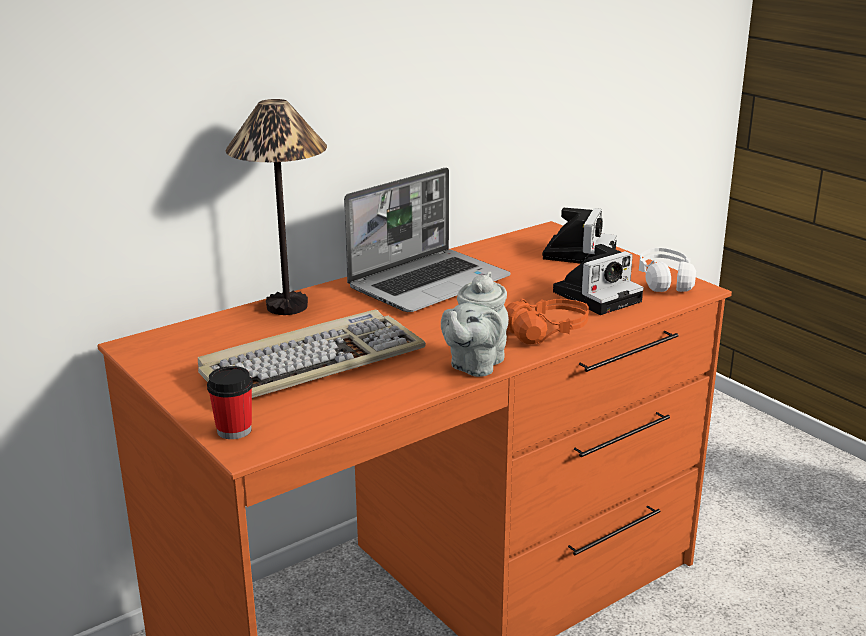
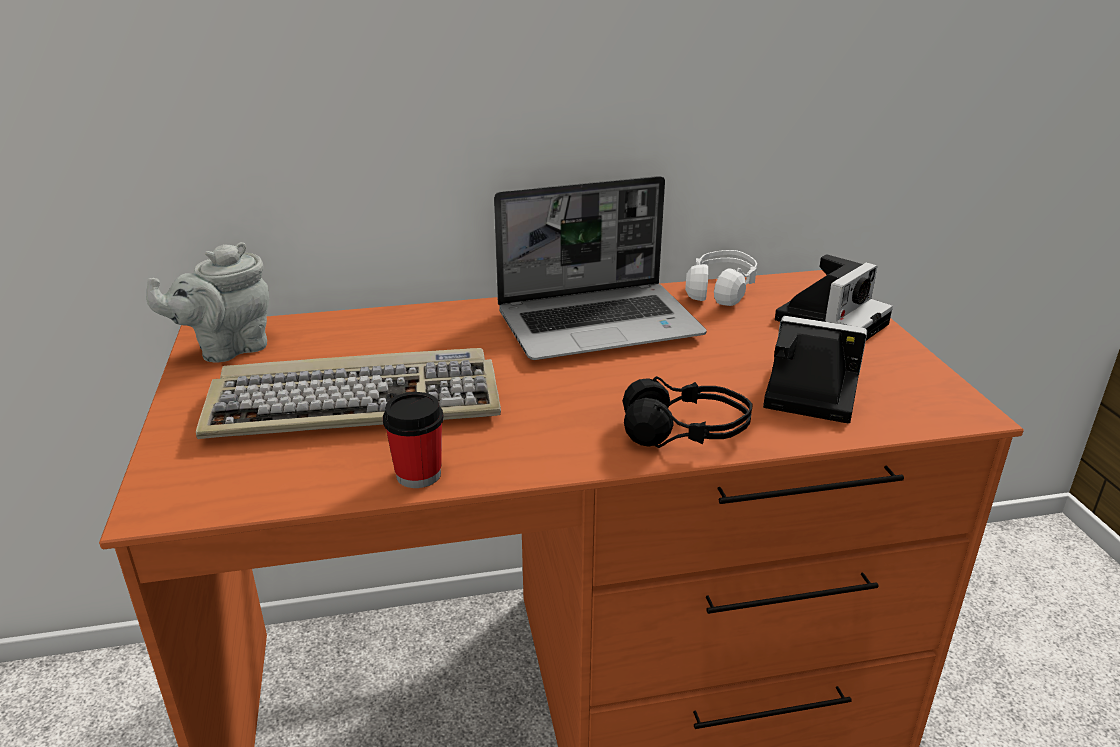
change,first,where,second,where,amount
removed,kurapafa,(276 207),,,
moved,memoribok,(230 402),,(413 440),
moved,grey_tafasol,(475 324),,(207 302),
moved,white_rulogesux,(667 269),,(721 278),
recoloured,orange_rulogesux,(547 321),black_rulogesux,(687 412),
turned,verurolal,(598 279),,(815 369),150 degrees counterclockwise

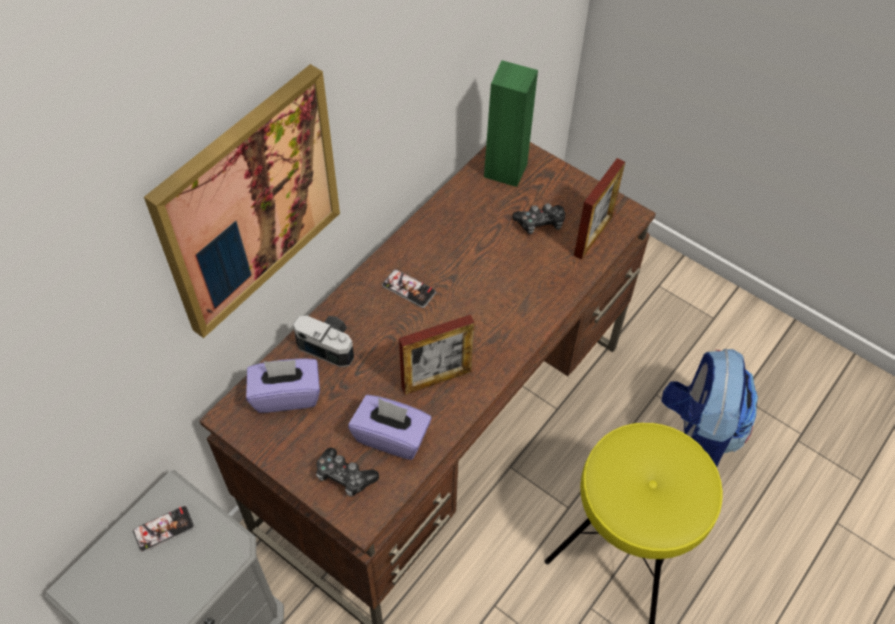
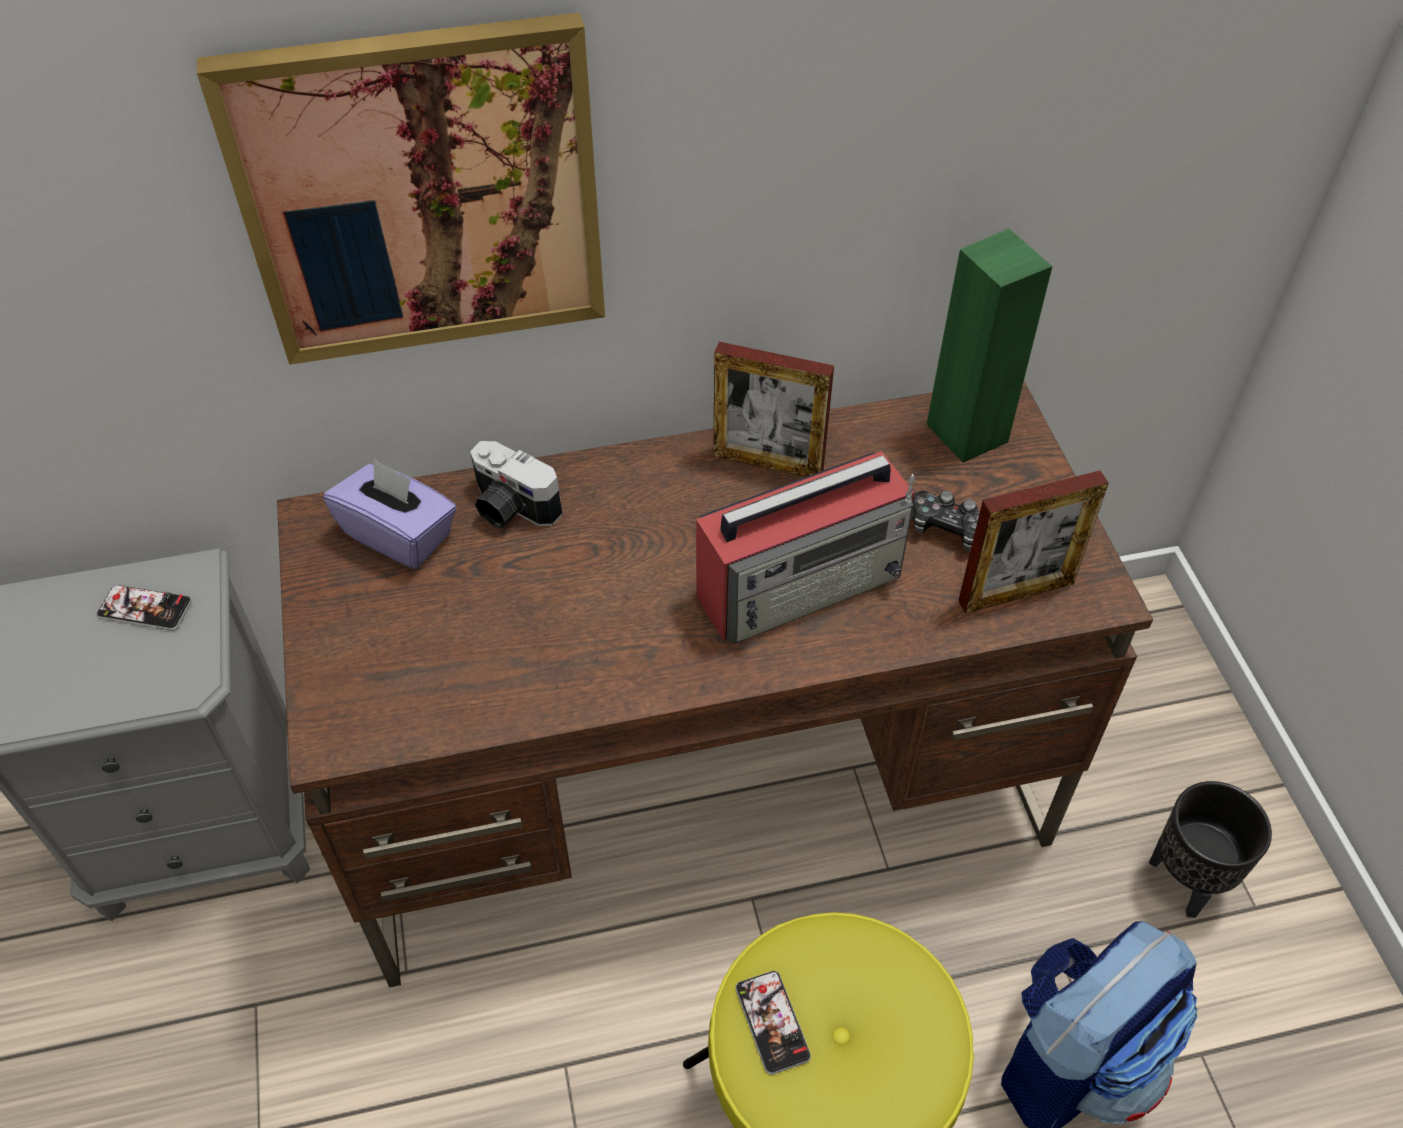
change,first,where,second,where,amount
removed,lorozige,(347 472),,,
removed,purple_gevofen,(390 427),,,
added,,,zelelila,(805 547),
added,,,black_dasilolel,(1210 849),
moved,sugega,(409 288),,(773 1023),
moved,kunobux,(437 355),,(773 409),
turned,verurolal,(323 341),,(516 484),150 degrees clockwise

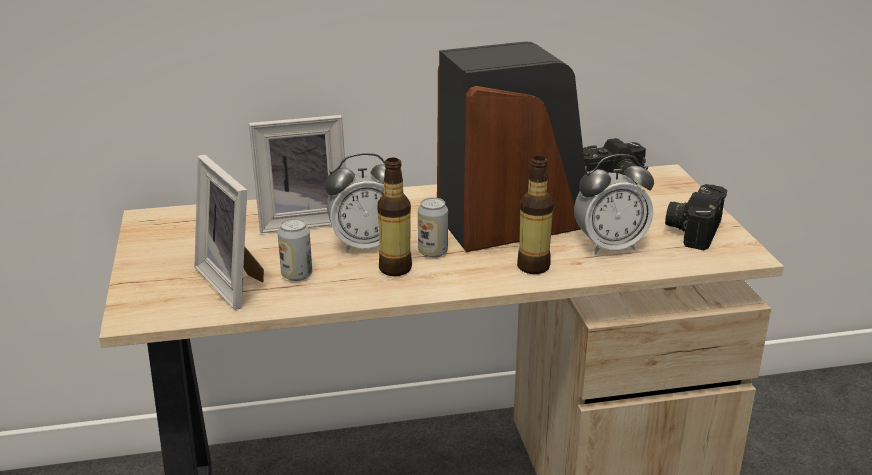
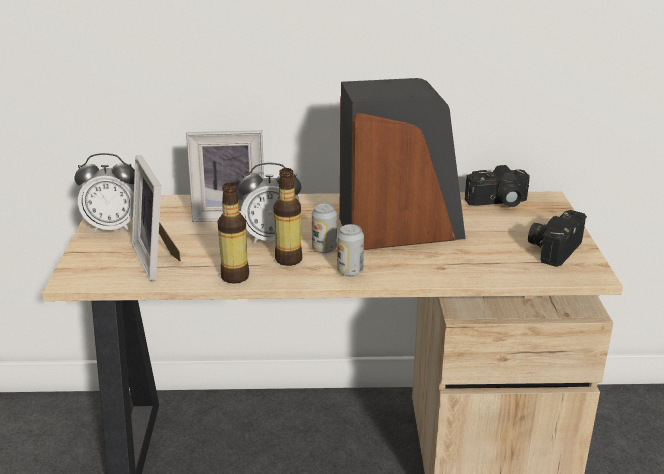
change,first,where,second,where,amount
moved,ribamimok,(295 249),,(350 250),
moved,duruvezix,(535 215),,(233 233),
moved,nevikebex,(614 204),,(104 192),

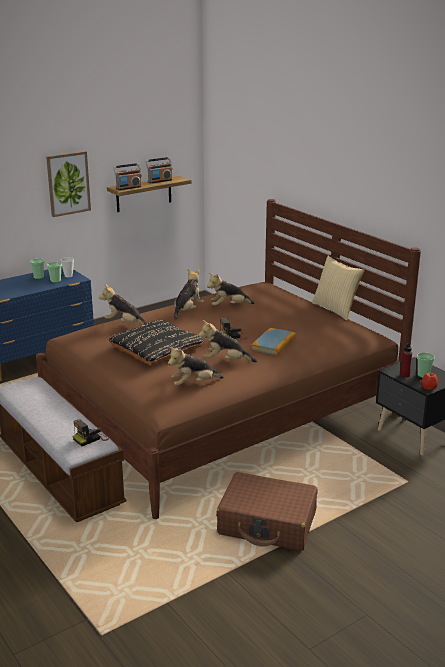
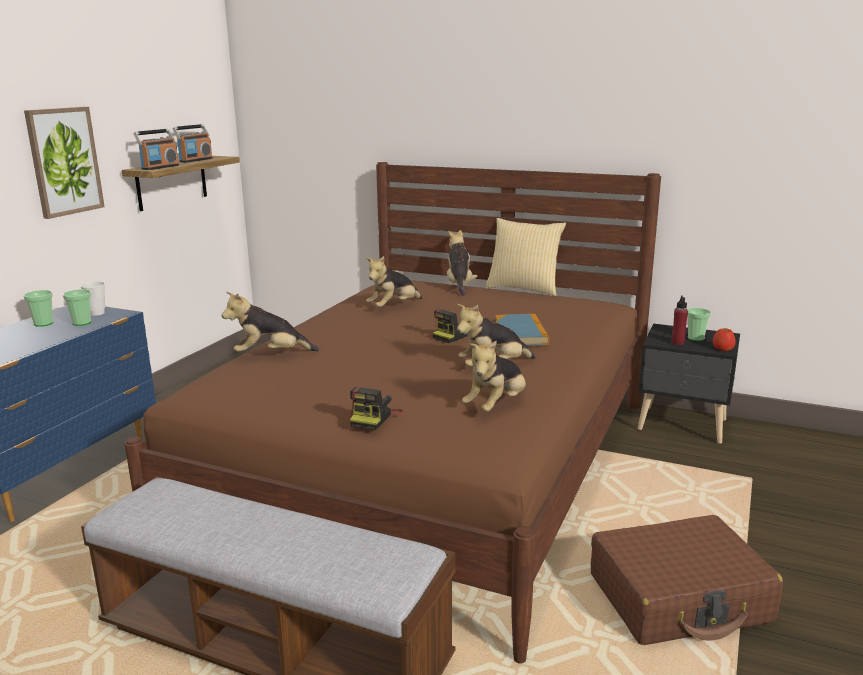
change,first,where,second,where,amount
removed,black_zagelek,(156 343),,,
moved,verurolal,(91 432),,(376 408),
moved,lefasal,(189 295),,(462 263),

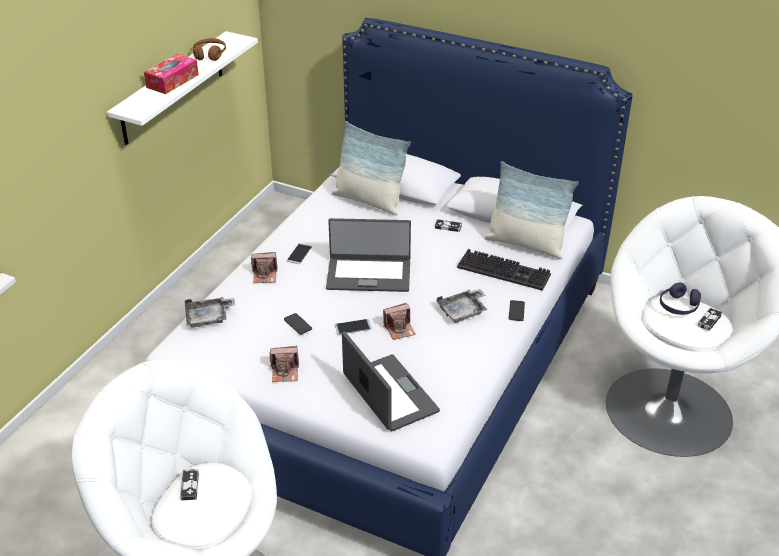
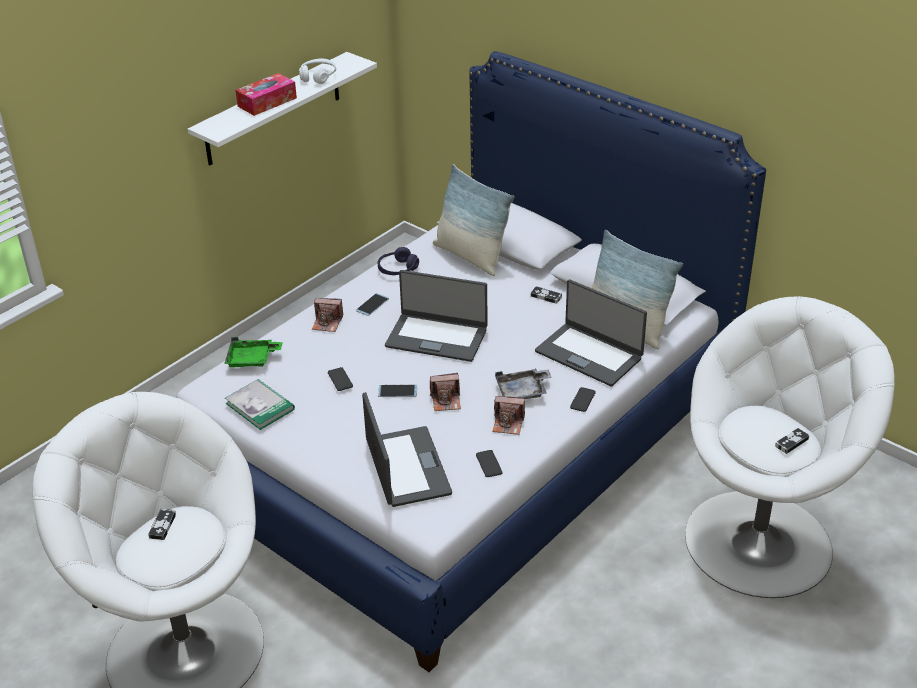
change,first,where,second,where,amount
added,,,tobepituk,(260 404),
added,,,sugega,(489 463),
moved,verurolal,(284 364),,(508 415),
moved,purple_rulogesux,(680 298),,(398 261),
replaced,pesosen,(504 270),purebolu,(591 333),
recoloured,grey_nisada,(210 312),green_nisada,(253 352),
recoloured,brown_rulogesux,(209 49),white_rulogesux,(317 71),

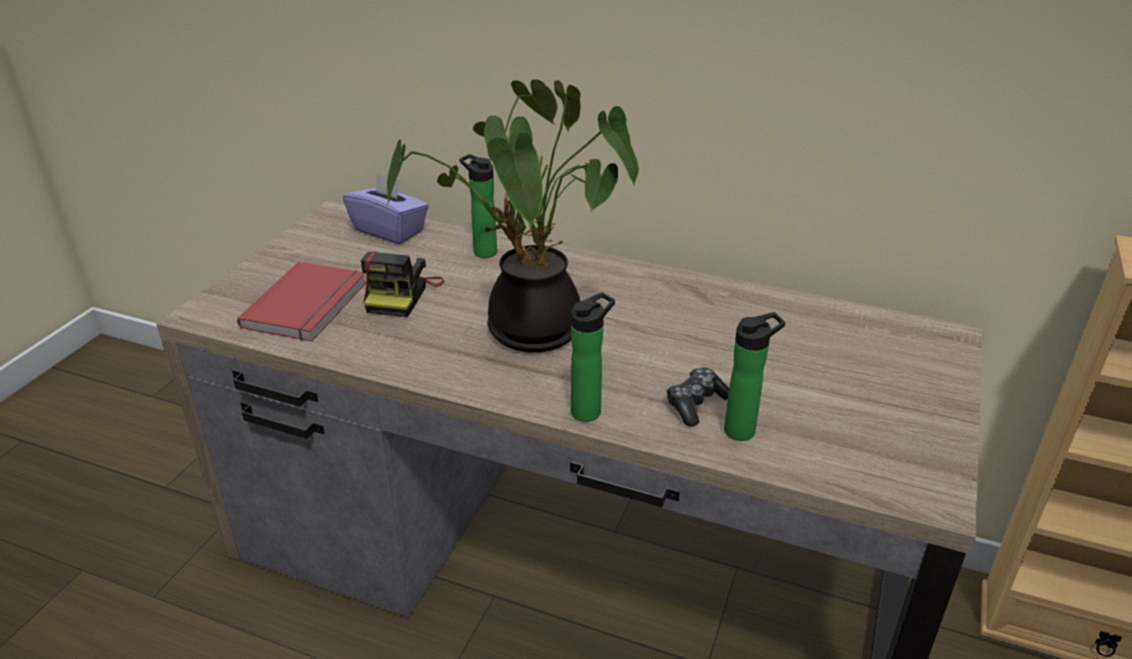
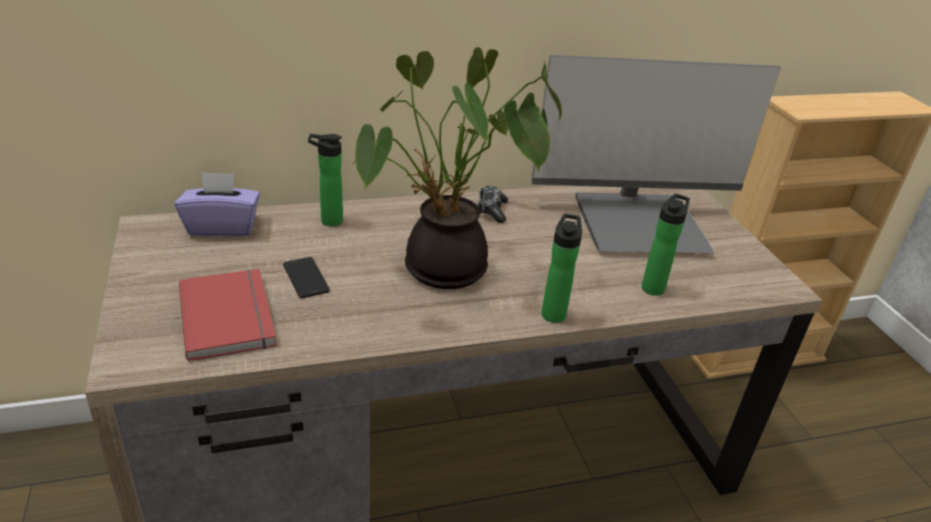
change,first,where,second,where,amount
added,,,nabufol,(656 154),
moved,lorozige,(697 397),,(492 204),
replaced,verurolal,(403 284),sugega,(306 277),

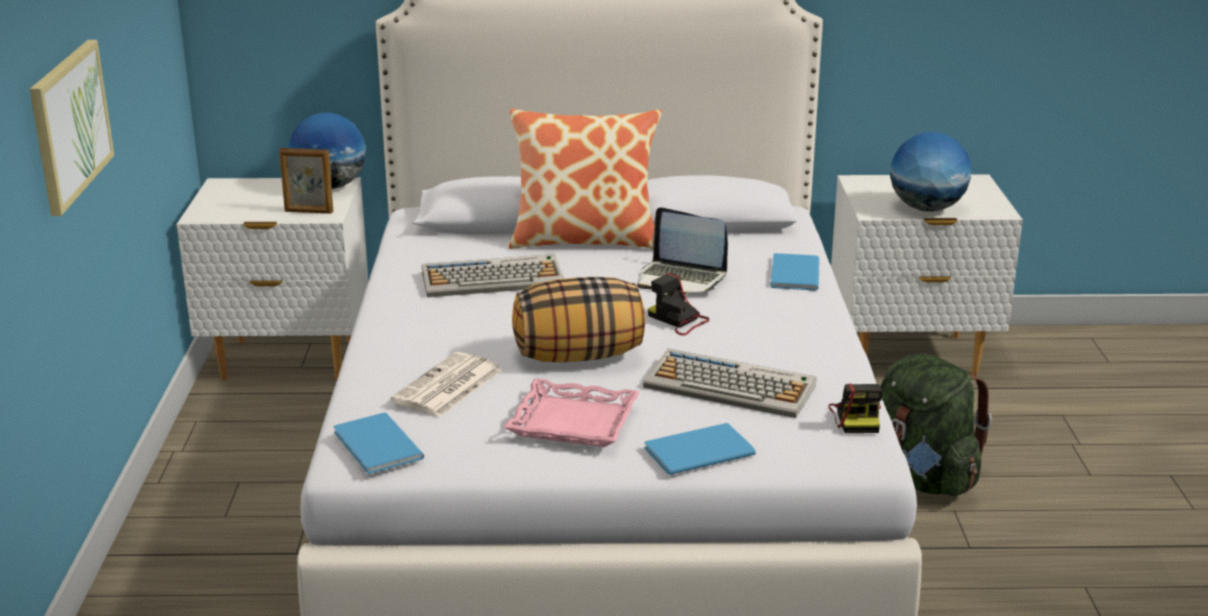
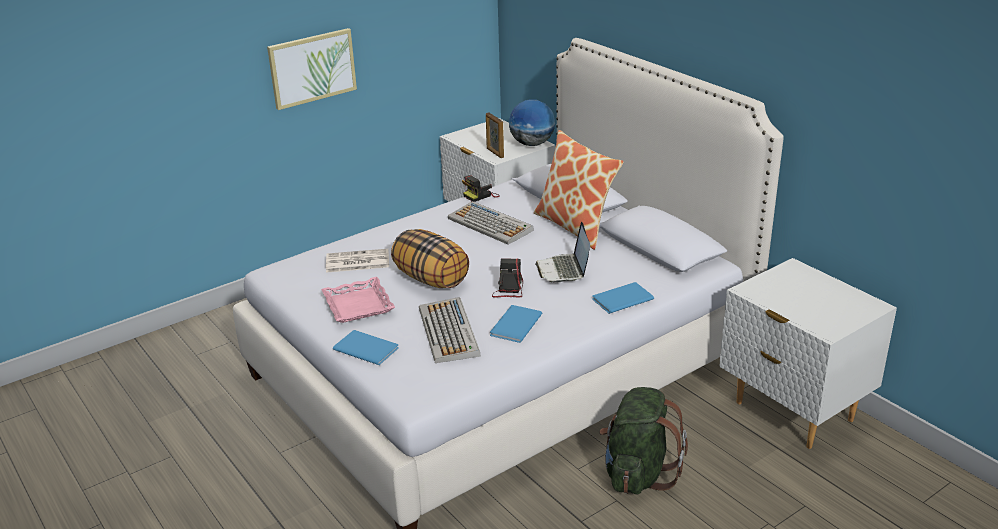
change,first,where,second,where,amount
removed,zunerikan,(930 172),,,
moved,blue_tobepituk,(379 443),,(516 324),
moved,verurolal,(855 408),,(481 188),

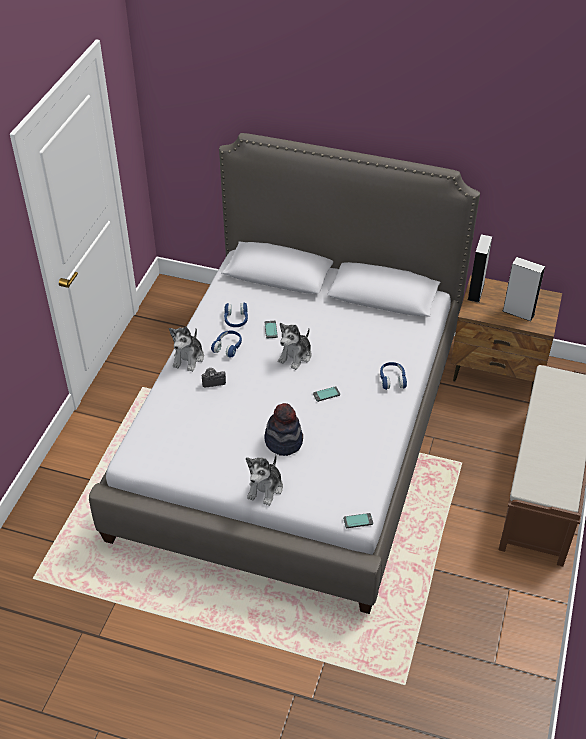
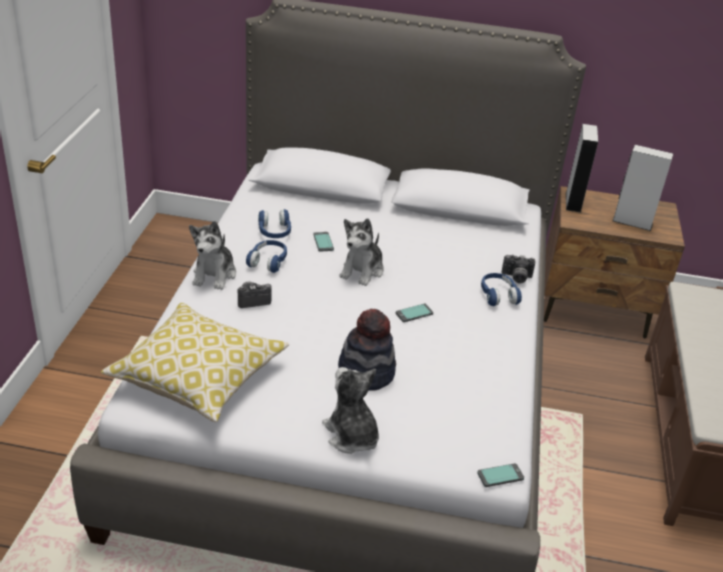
change,first,where,second,where,amount
added,,,zagelek,(195 362),
added,,,verurolal,(518 269),
turned,lefasal,(264 480),,(350 410),135 degrees clockwise

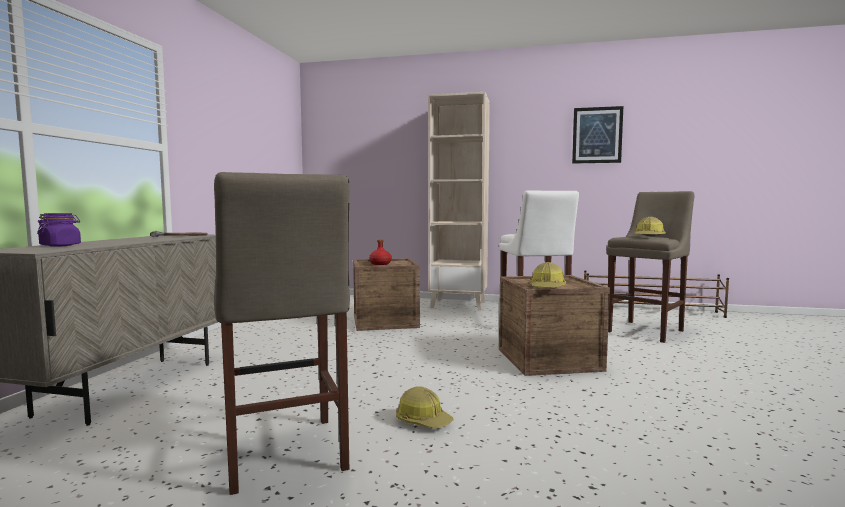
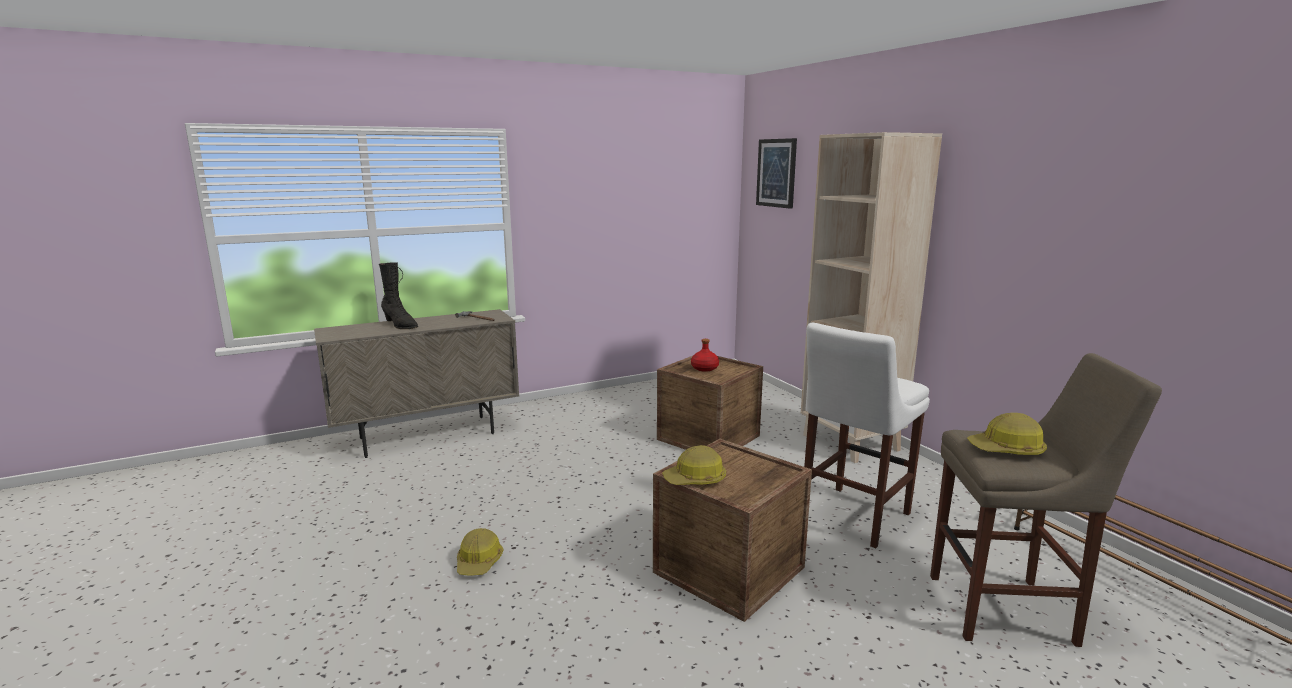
change,first,where,second,where,amount
removed,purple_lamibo,(59 230),,,
removed,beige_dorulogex,(282 333),,,
added,,,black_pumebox,(398 295),
moved,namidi,(597 135),,(776 173),

